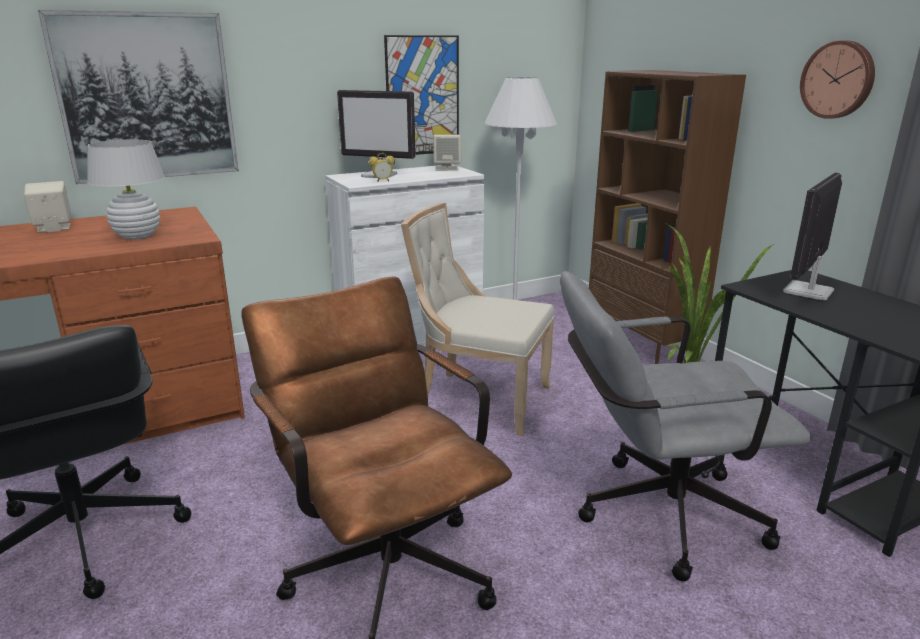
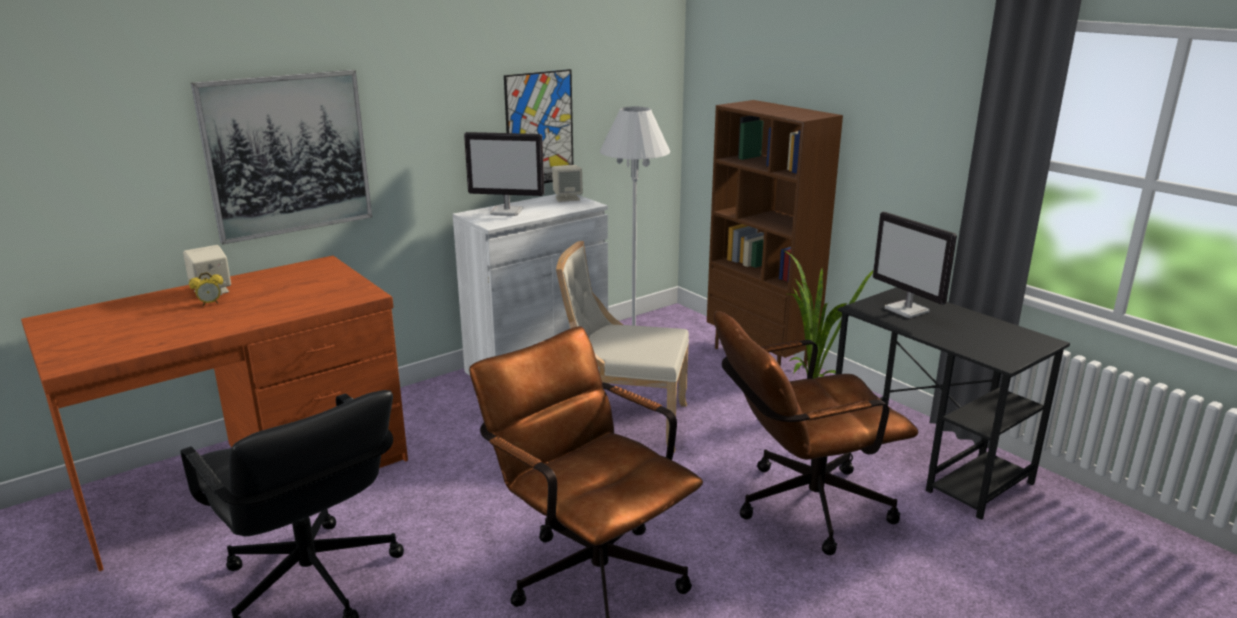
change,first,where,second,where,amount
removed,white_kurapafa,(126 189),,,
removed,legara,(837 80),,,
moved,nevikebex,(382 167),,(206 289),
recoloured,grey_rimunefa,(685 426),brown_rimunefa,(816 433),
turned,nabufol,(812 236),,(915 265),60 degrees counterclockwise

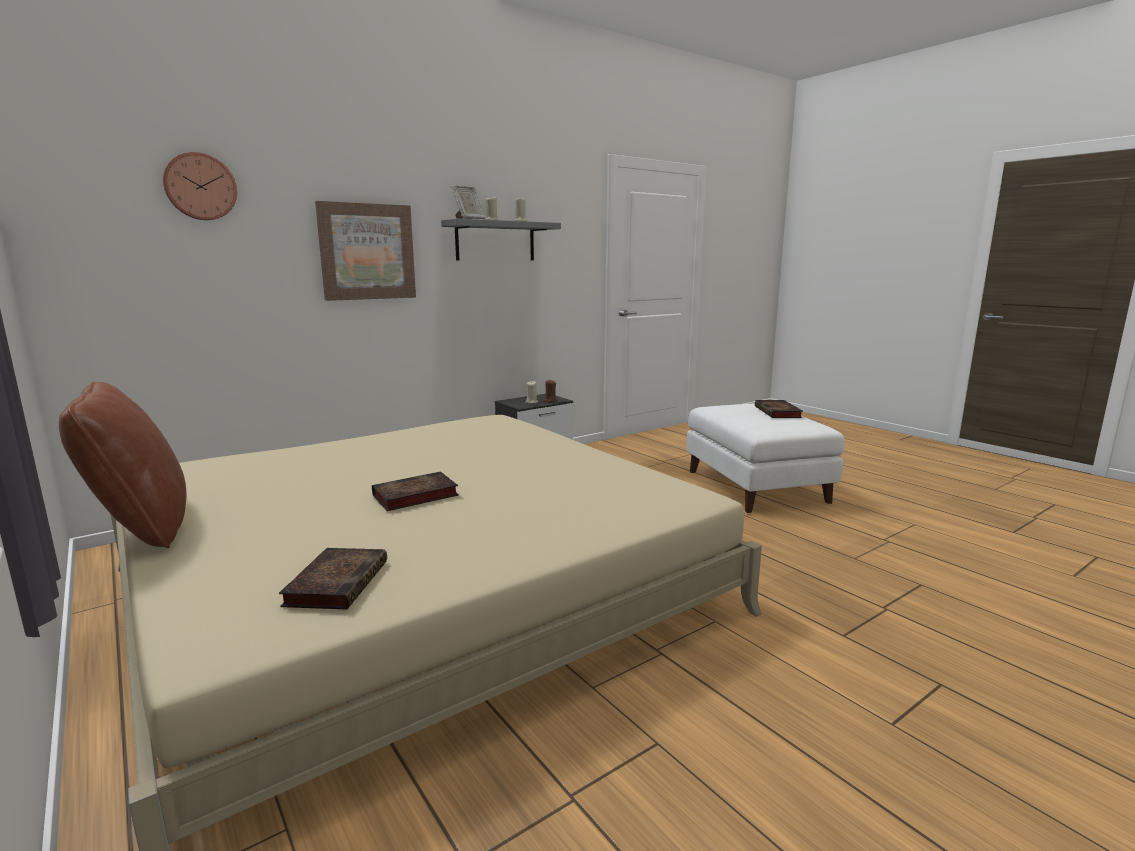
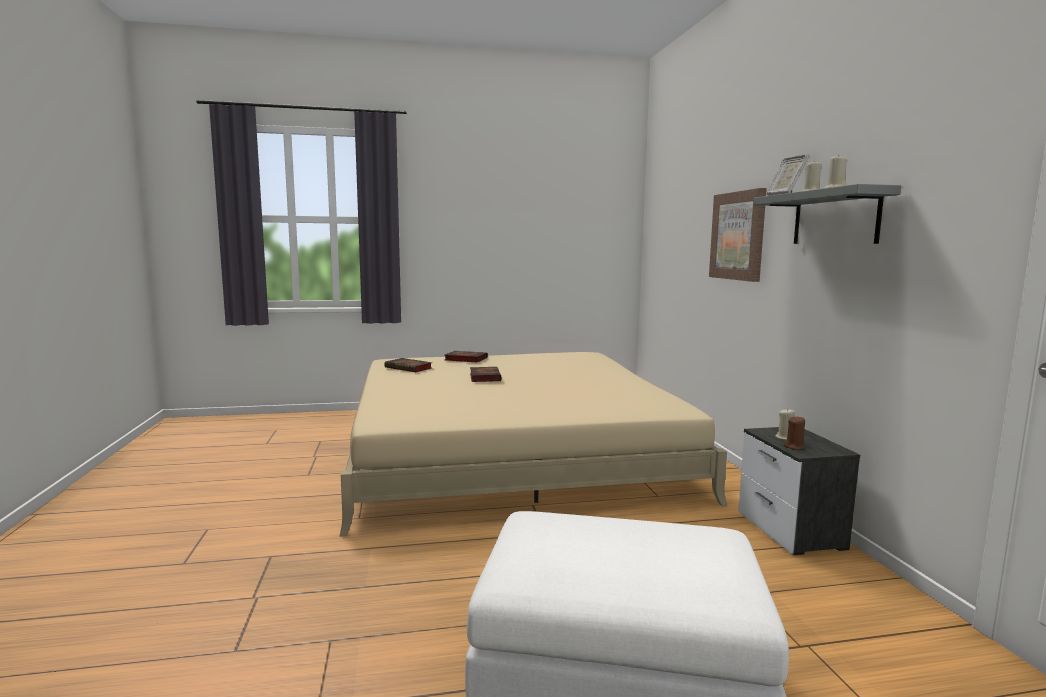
change,first,where,second,where,amount
removed,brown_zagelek,(123 465),,,
removed,legara,(200 186),,,
moved,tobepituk,(779 409),,(466 356),

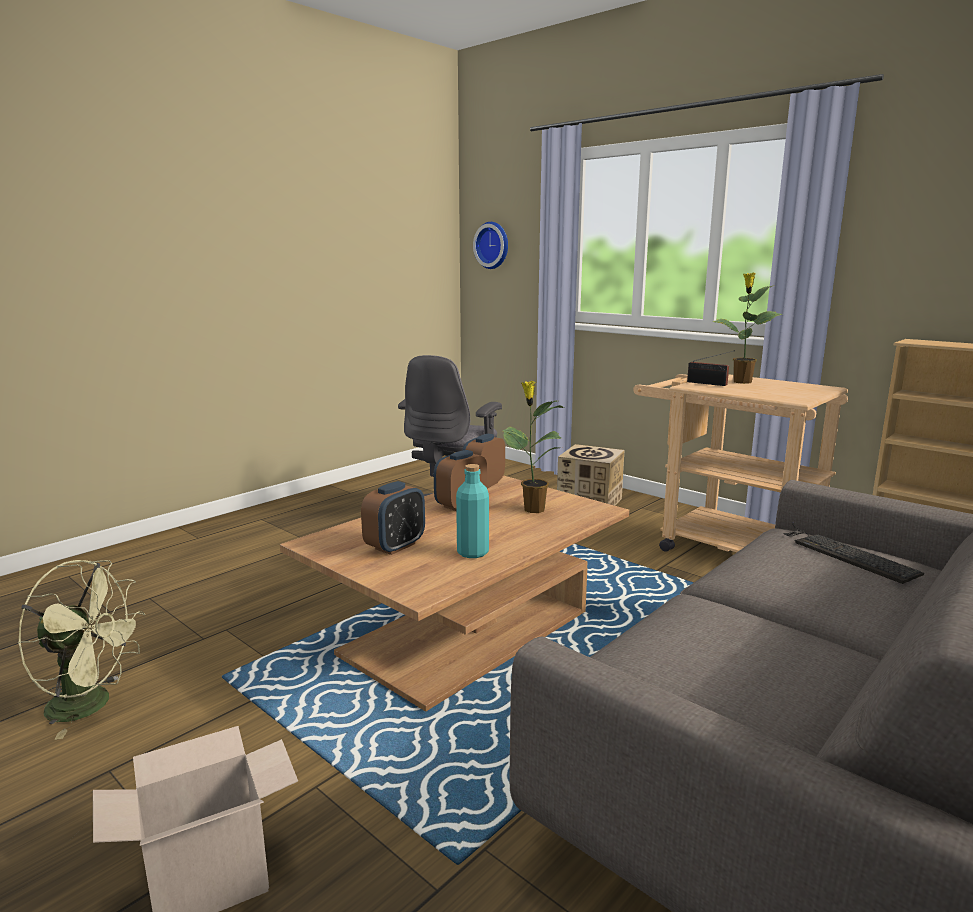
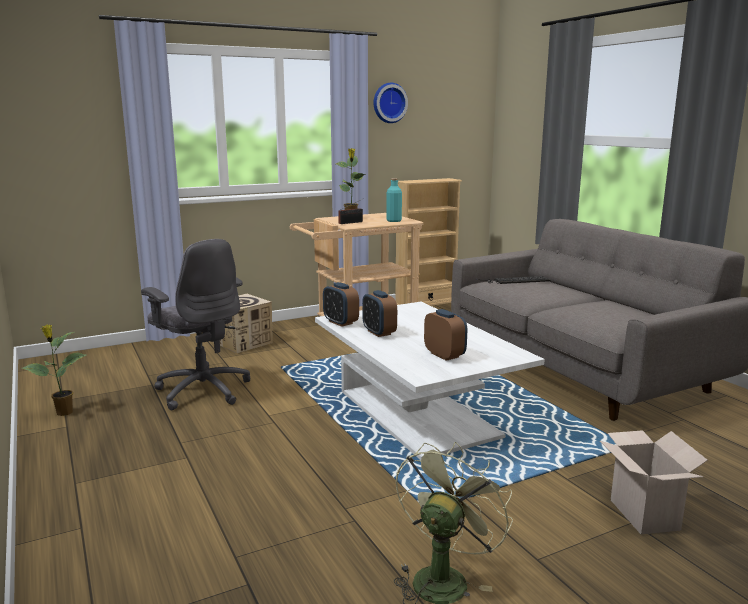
change,first,where,second,where,amount
moved,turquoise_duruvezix,(472 511),,(394 200),
moved,legara,(490 245),,(391 103),
moved,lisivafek,(533 447),,(54 370),
recoloured,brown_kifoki,(454 593),white_kifoki,(430 381),

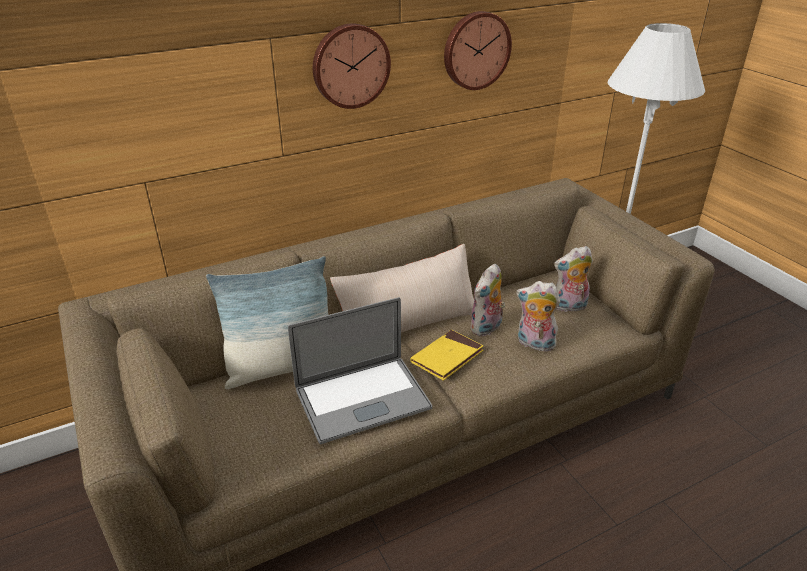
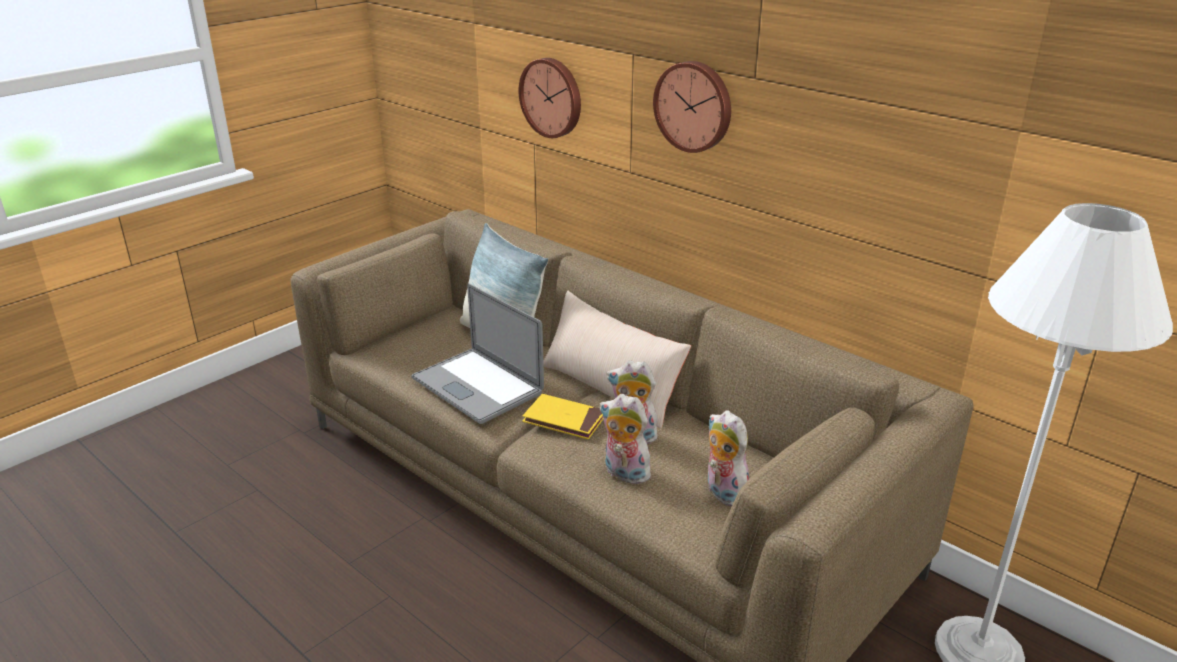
change,first,where,second,where,amount
moved,legara,(478 50),,(550 98),
turned,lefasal,(538 316),,(626 439),60 degrees counterclockwise

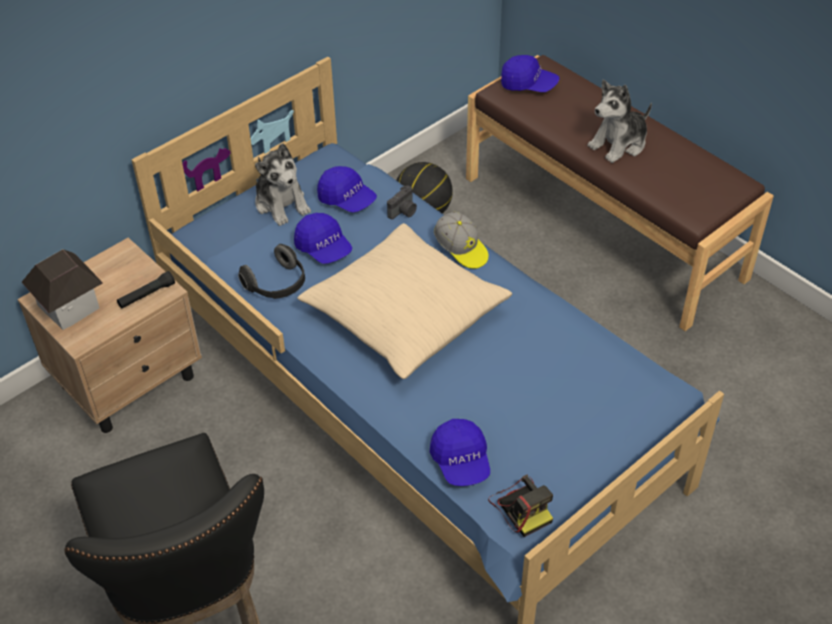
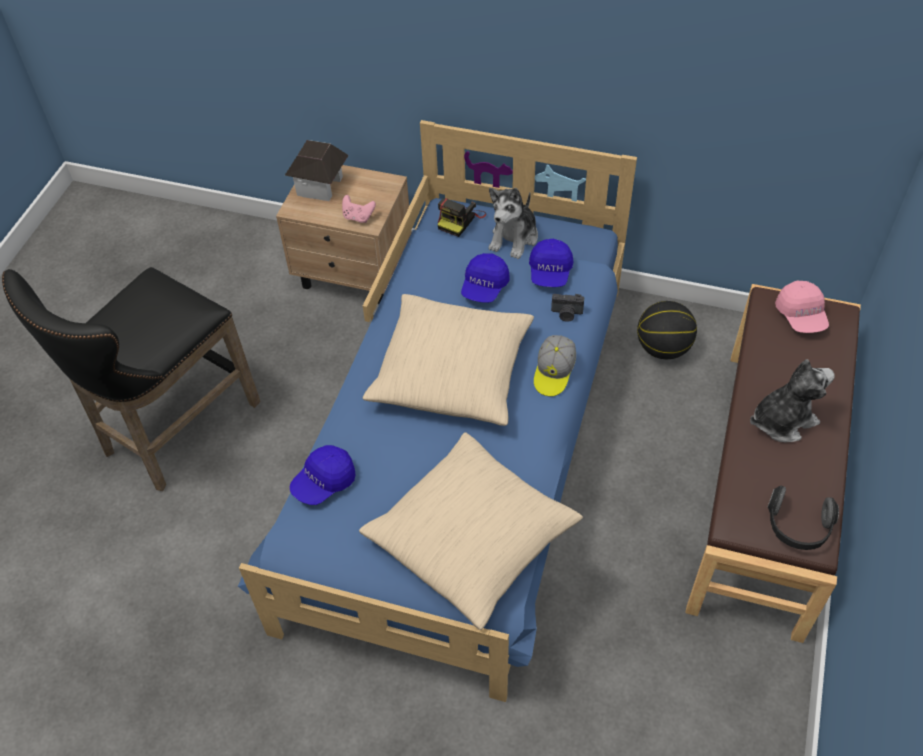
change,first,where,second,where,amount
added,,,beige_zagelek,(471 531),
moved,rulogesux,(271 271),,(803 517),
moved,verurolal,(520 505),,(461 217),
replaced,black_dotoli,(146 290),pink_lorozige,(359 209),
recoloured,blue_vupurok,(530 73),pink_vupurok,(802 307),
turned,lefasal,(620 121),,(792 401),135 degrees clockwise

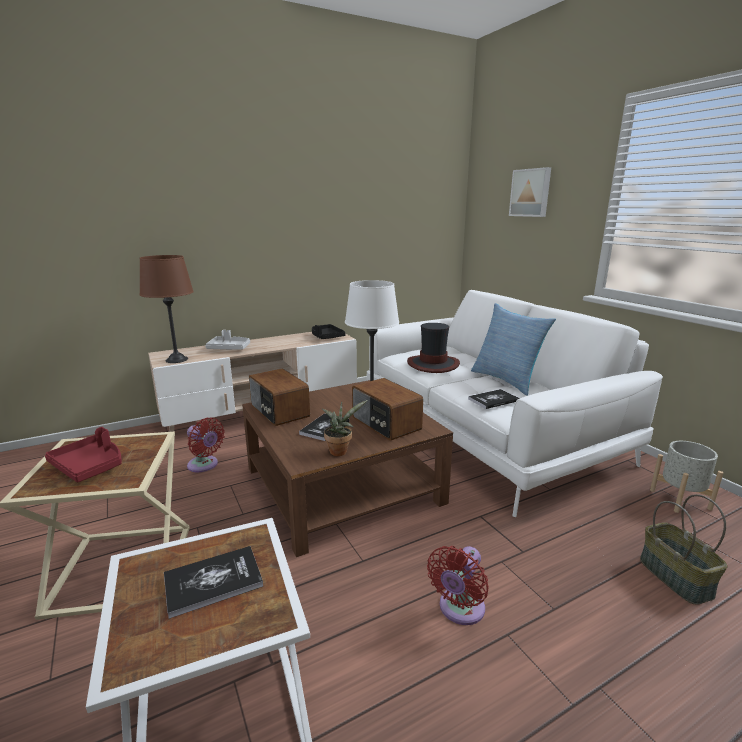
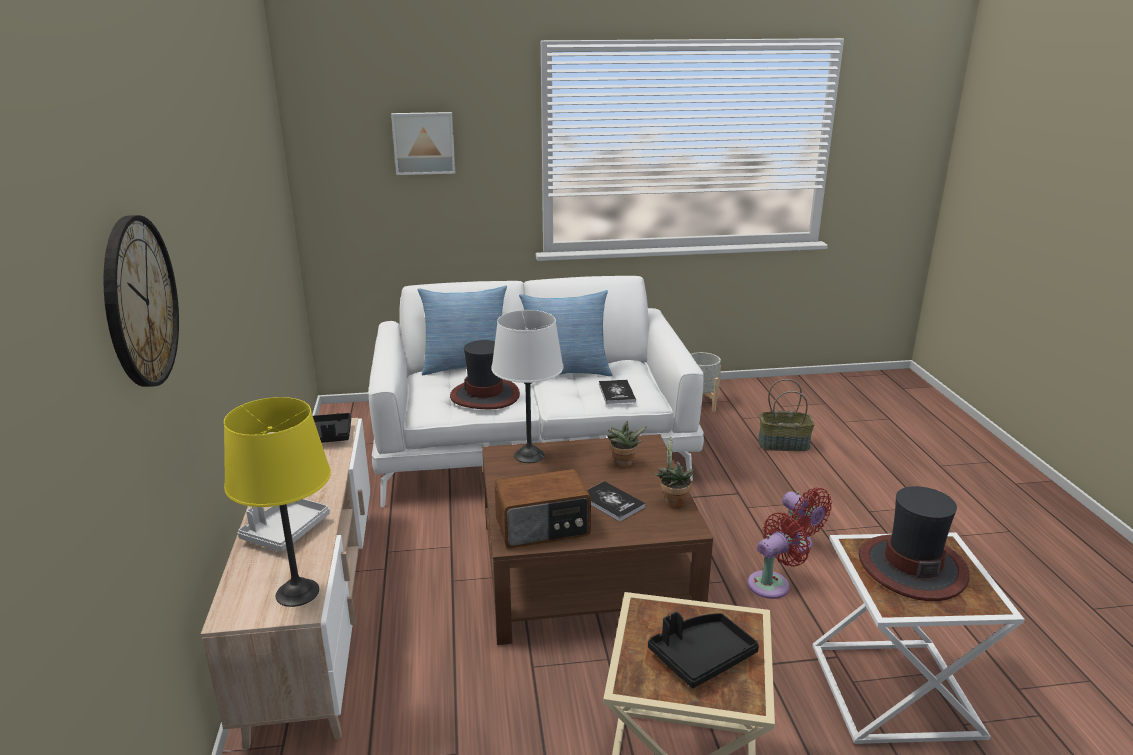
change,first,where,second,where,amount
added,,,legara,(141 301),
added,,,zagelek,(462 330),
moved,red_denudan,(206 445),,(779 556),
replaced,tobepituk,(213 582),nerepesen,(913 543),
replaced,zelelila,(387 409),lisivafek,(627 444),
recoloured,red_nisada,(83 454),black_nisada,(703 650),
recoloured,brown_kurapafa,(167 309),yellow_kurapafa,(277 502),

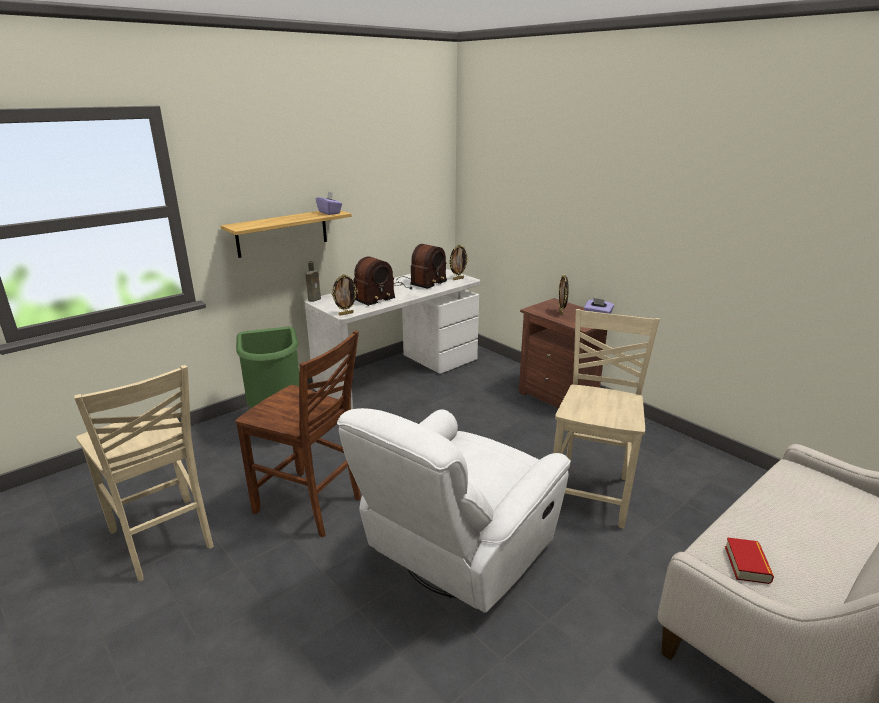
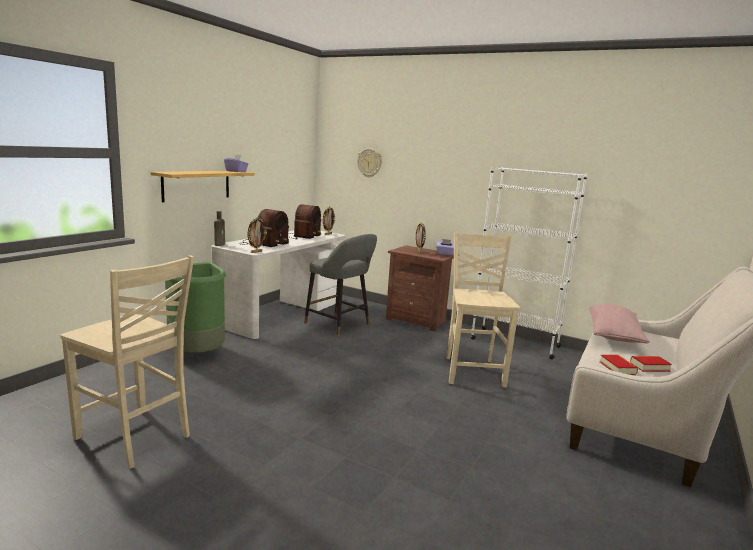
change,first,where,second,where,amount
removed,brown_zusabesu,(298 433),,,
removed,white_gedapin,(454 510),,,
added,,,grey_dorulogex,(340 285),
added,,,legara,(369 162),
added,,,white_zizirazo,(529 263),
added,,,pink_zagelek,(619 323),
added,,,tobepituk,(651 364),

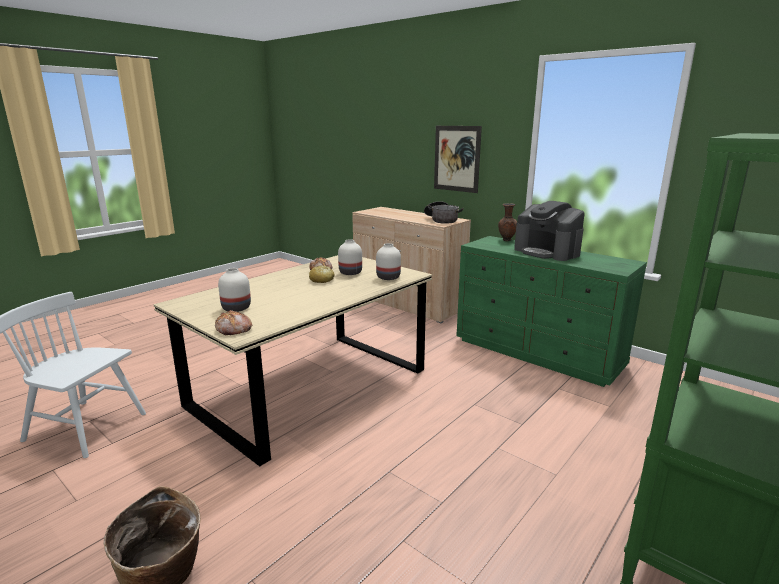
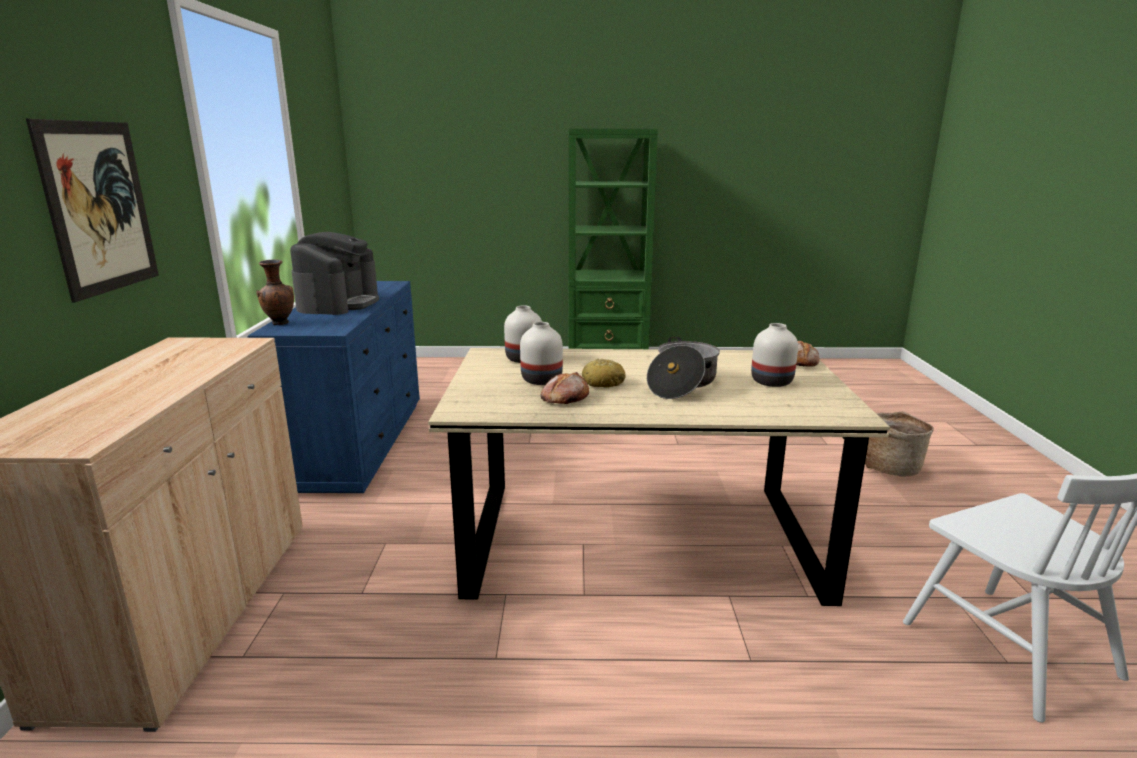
change,first,where,second,where,amount
moved,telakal,(444 212),,(683 368),
recoloured,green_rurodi,(551 311),blue_rurodi,(334 387),

